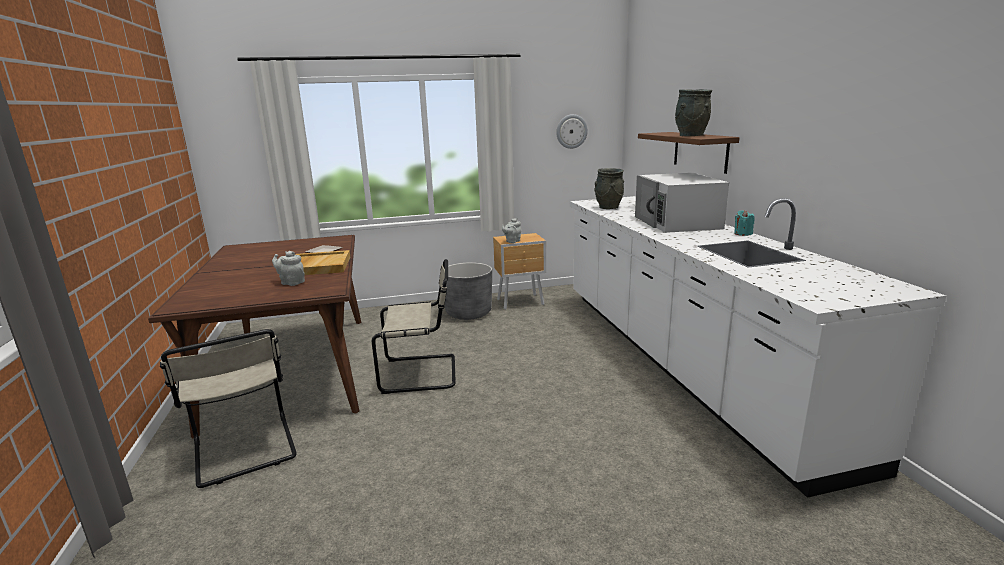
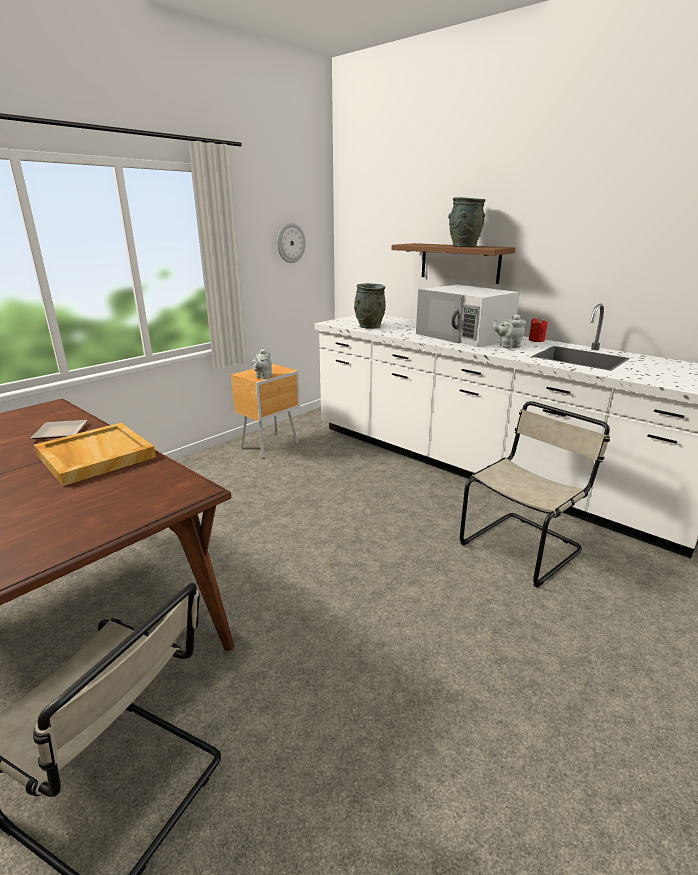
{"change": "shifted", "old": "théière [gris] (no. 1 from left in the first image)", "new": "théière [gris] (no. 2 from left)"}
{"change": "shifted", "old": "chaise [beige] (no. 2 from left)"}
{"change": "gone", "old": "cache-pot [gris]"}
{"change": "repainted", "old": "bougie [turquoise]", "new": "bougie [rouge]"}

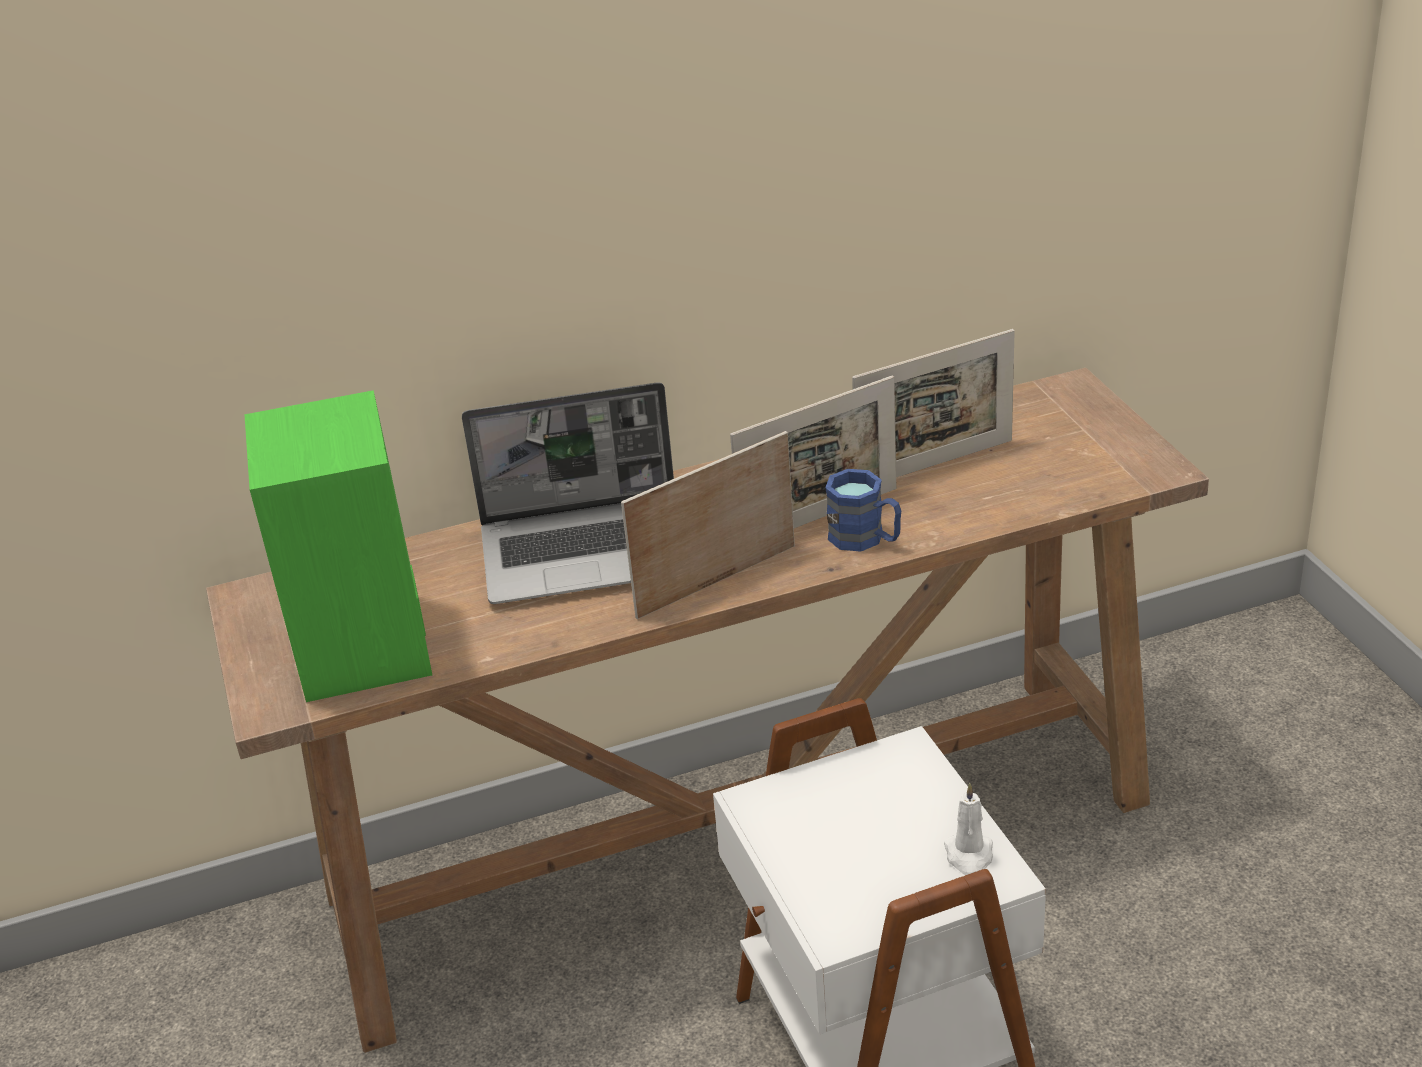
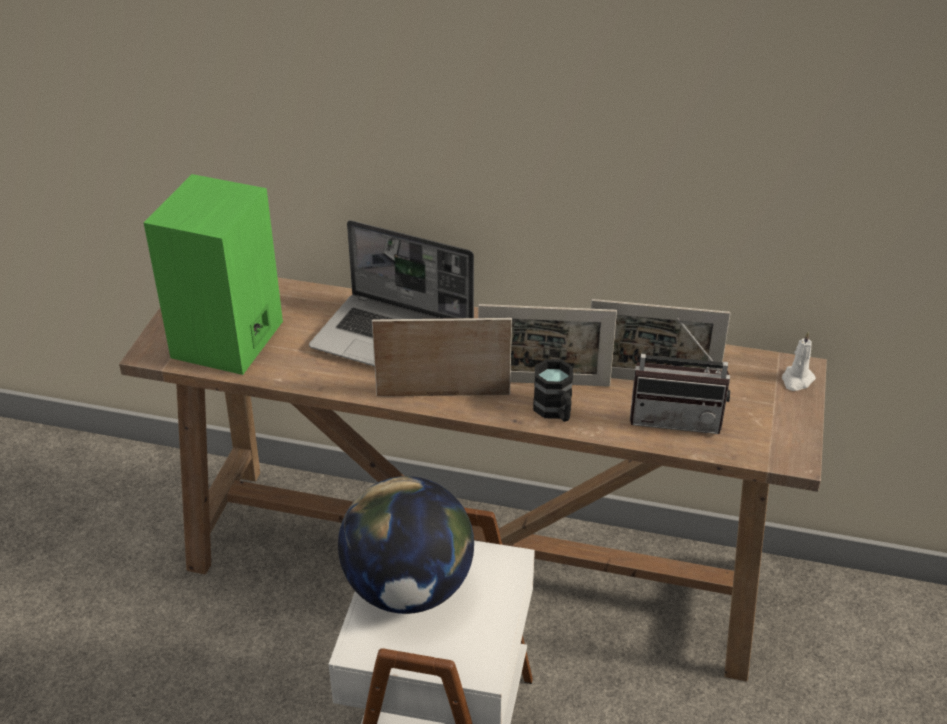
{"change": "repainted", "old": "mug [bleu]", "new": "mug [noir]"}
{"change": "shifted", "old": "bougie [blanc]"}
{"change": "new", "new": "globe"}
{"change": "new", "new": "radio"}

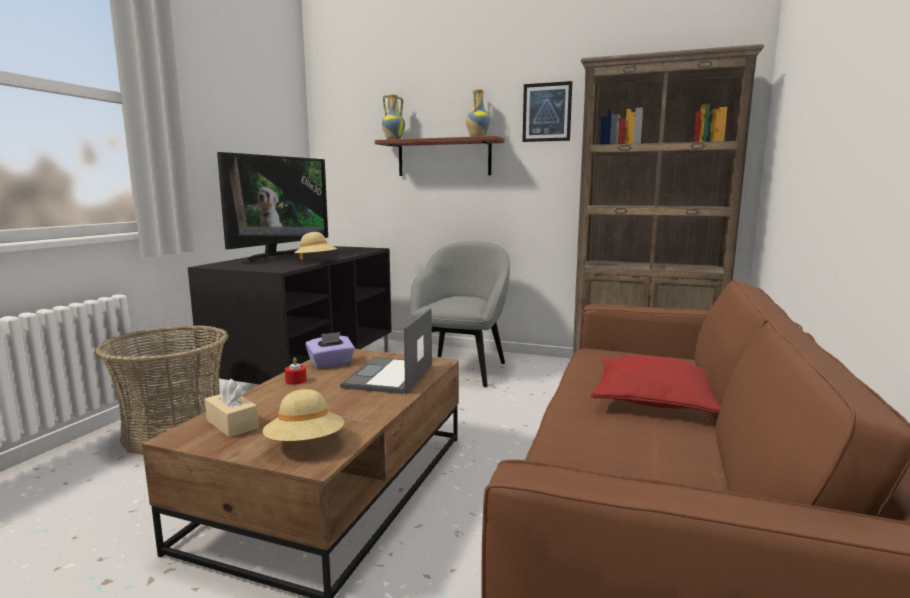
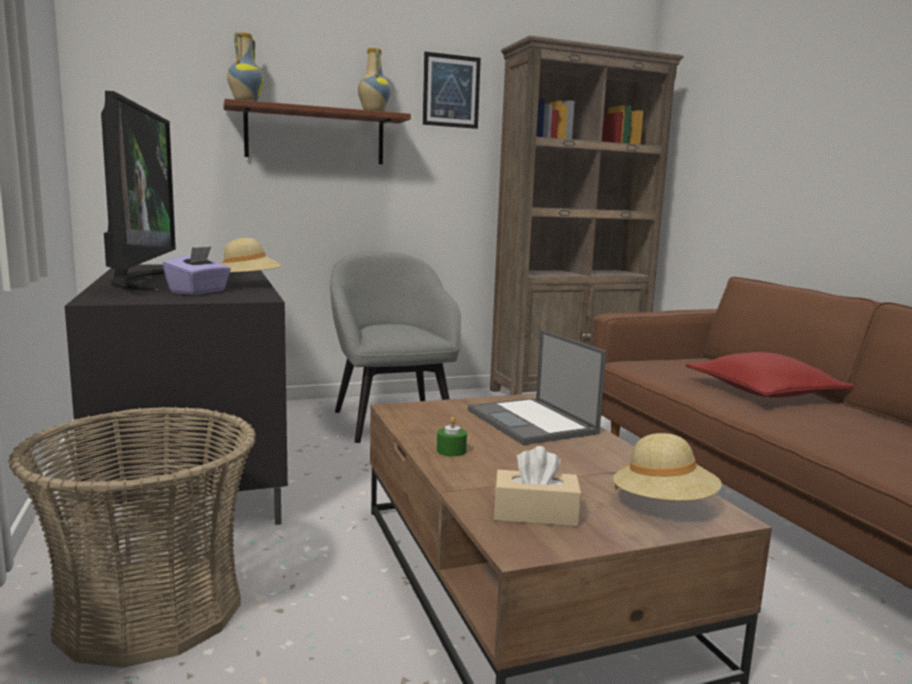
{"change": "repainted", "old": "bougie [rouge]", "new": "bougie [vert]"}
{"change": "shifted", "old": "boîte à mouchoirs [violet]"}

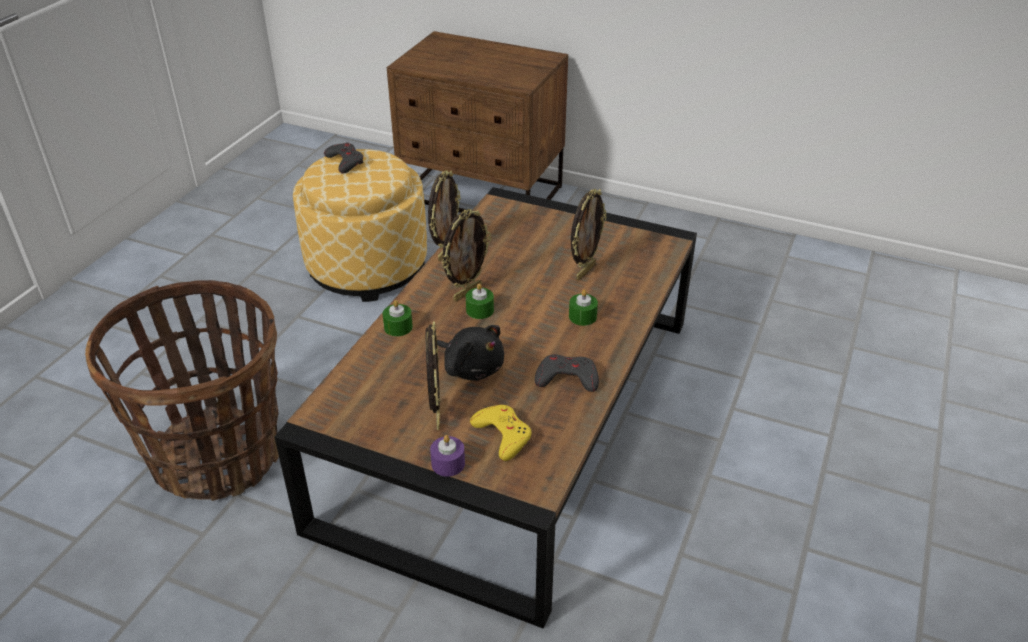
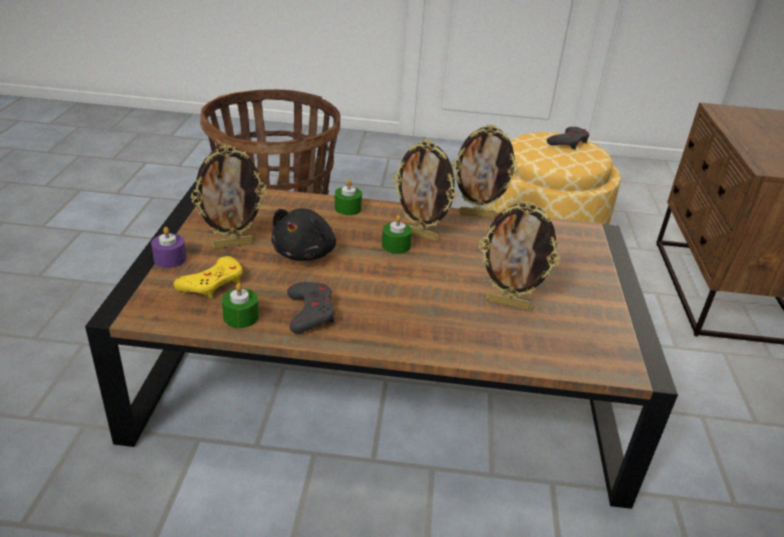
{"change": "shifted", "old": "bougie [vert] (no. 3 from left in the first image)", "new": "bougie [vert] (no. 1 from left)"}

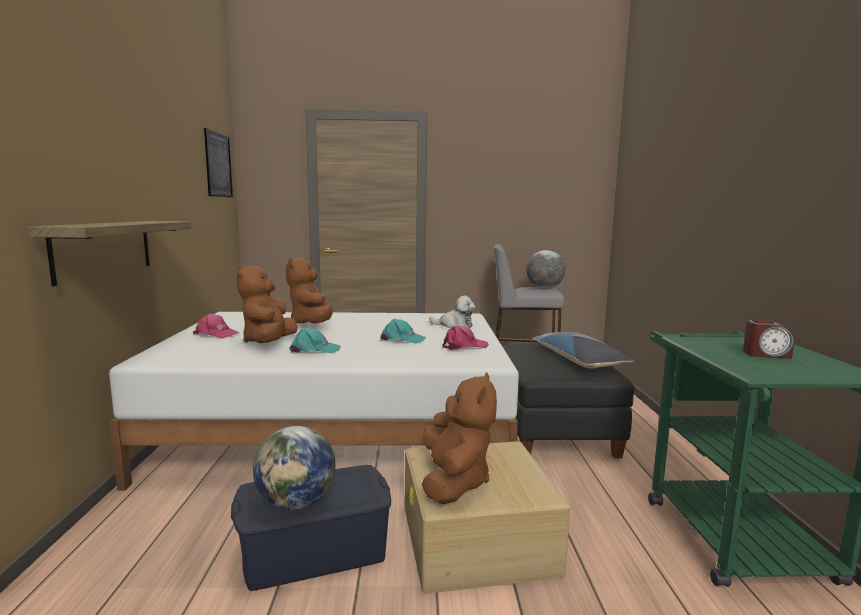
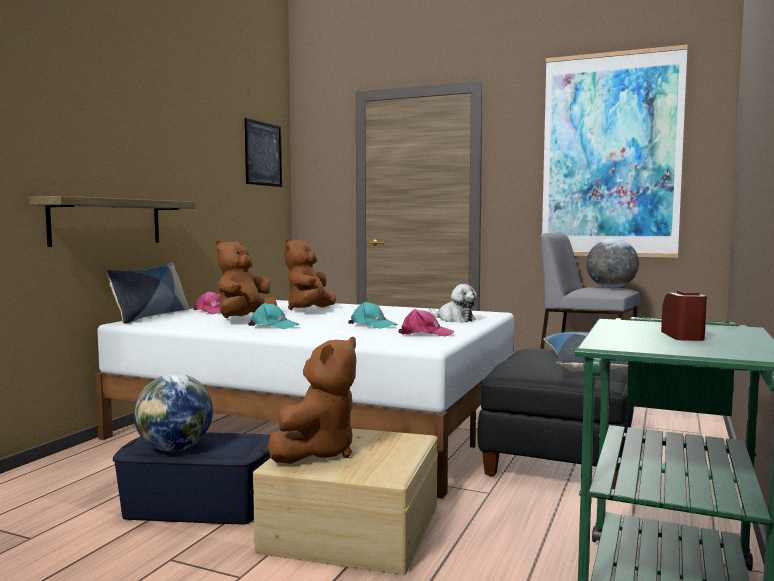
{"change": "rotated", "old": "réveil", "degrees": -120}
{"change": "new", "new": "coussin (no. 1 from left)"}
{"change": "new", "new": "tableau (no. 2 from left)"}

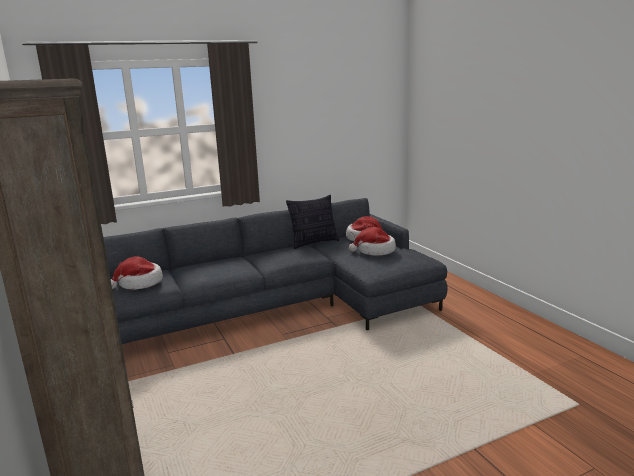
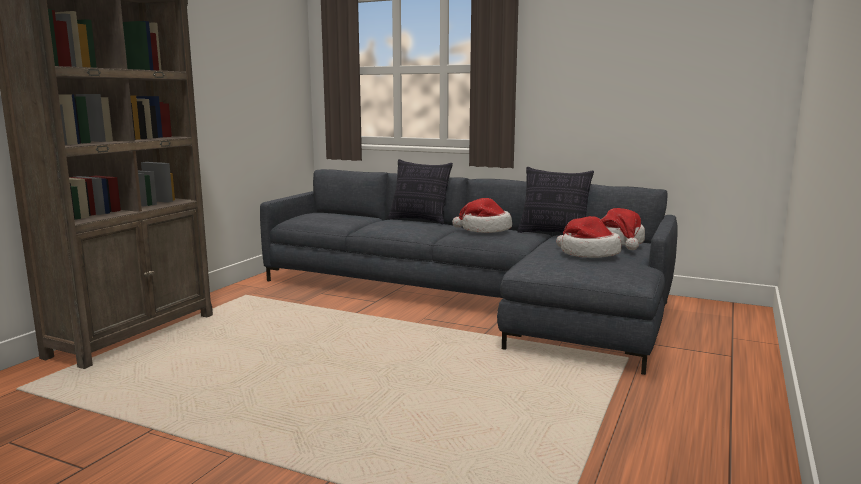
{"change": "shifted", "old": "chapeau (no. 1 from left)"}
{"change": "new", "new": "coussin (no. 1 from left)"}

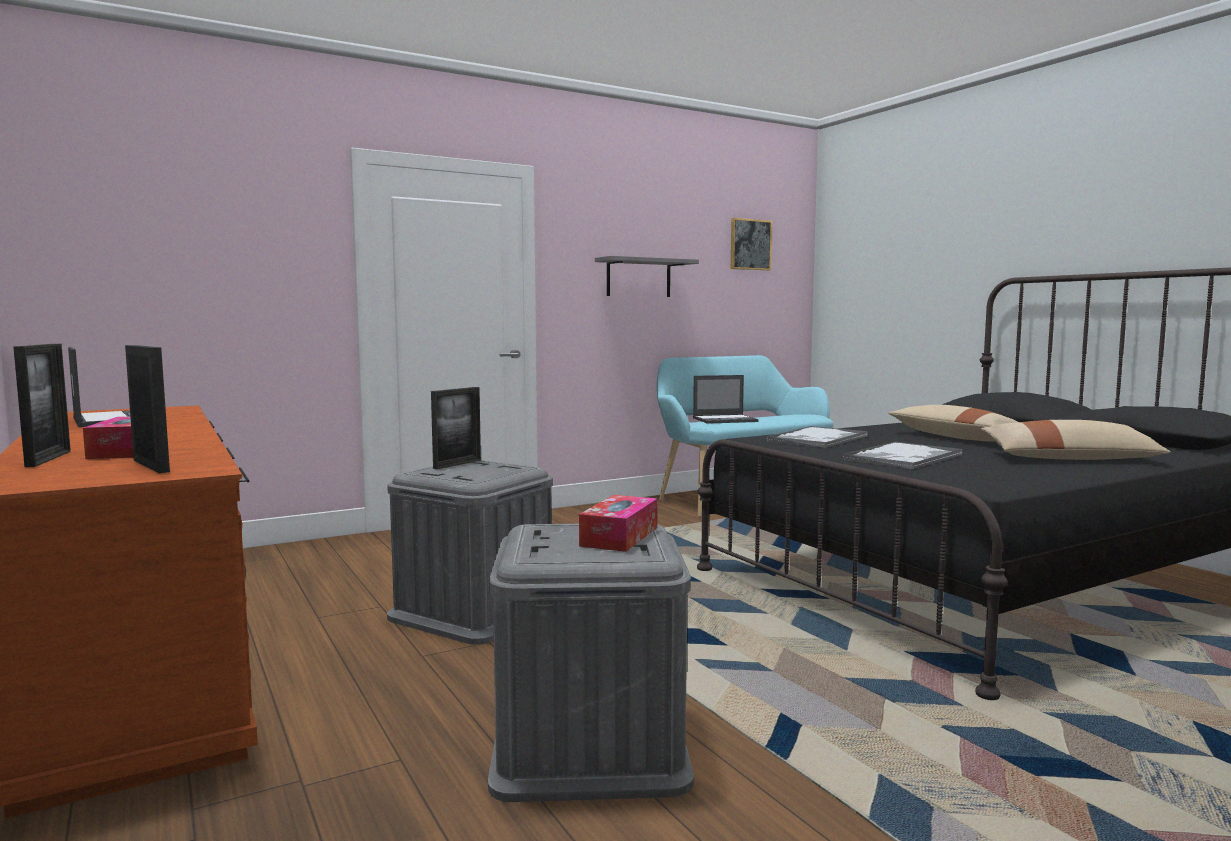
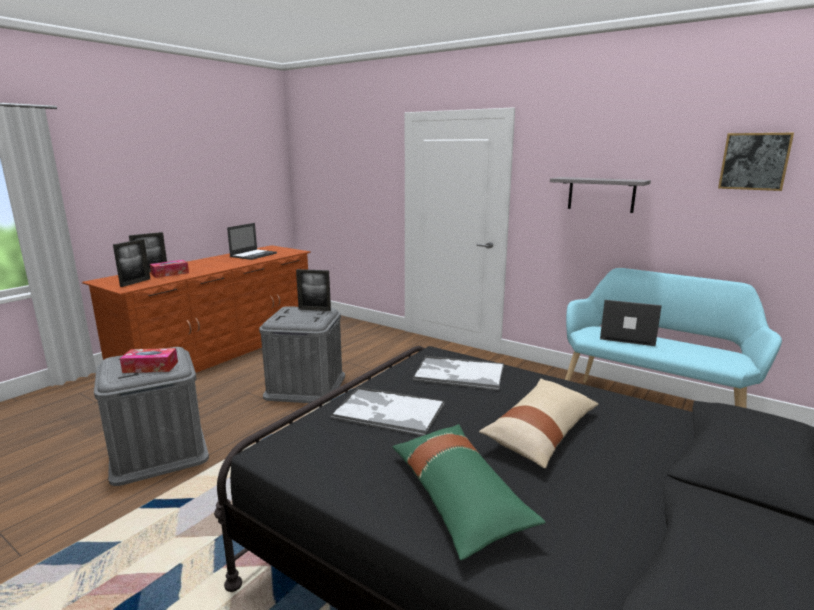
{"change": "rotated", "old": "ordinateur portable (no. 2 from left)", "degrees": 150}
{"change": "repainted", "old": "coussin [beige] (no. 2 from left)", "new": "coussin [vert]"}

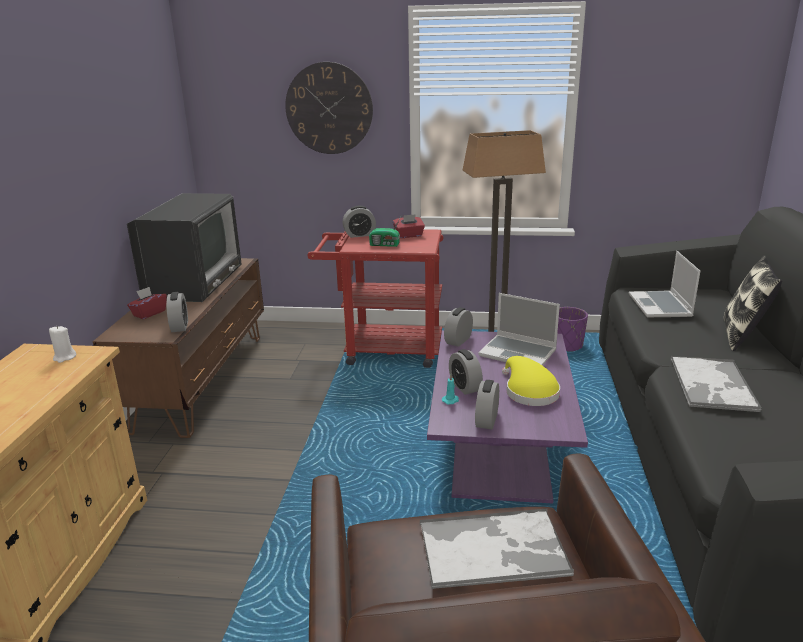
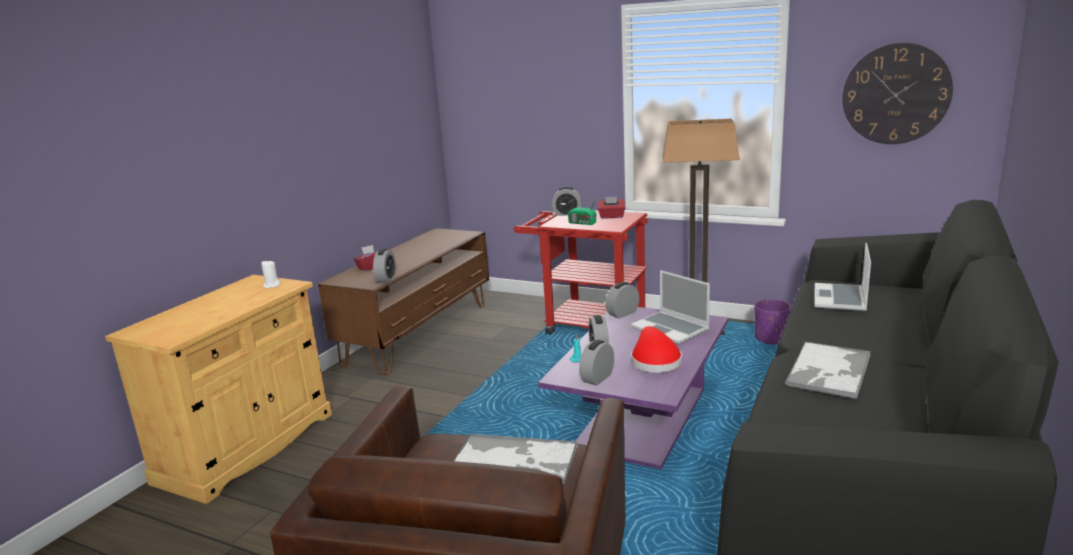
{"change": "gone", "old": "téléviseur"}
{"change": "shifted", "old": "horloge murale"}
{"change": "repainted", "old": "chapeau [jaune]", "new": "chapeau [rouge]"}
{"change": "gone", "old": "coussin"}

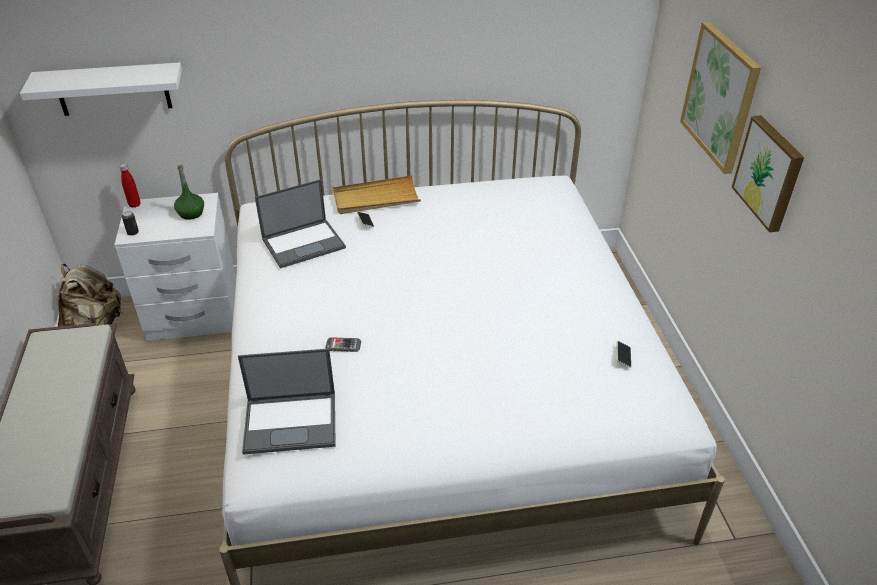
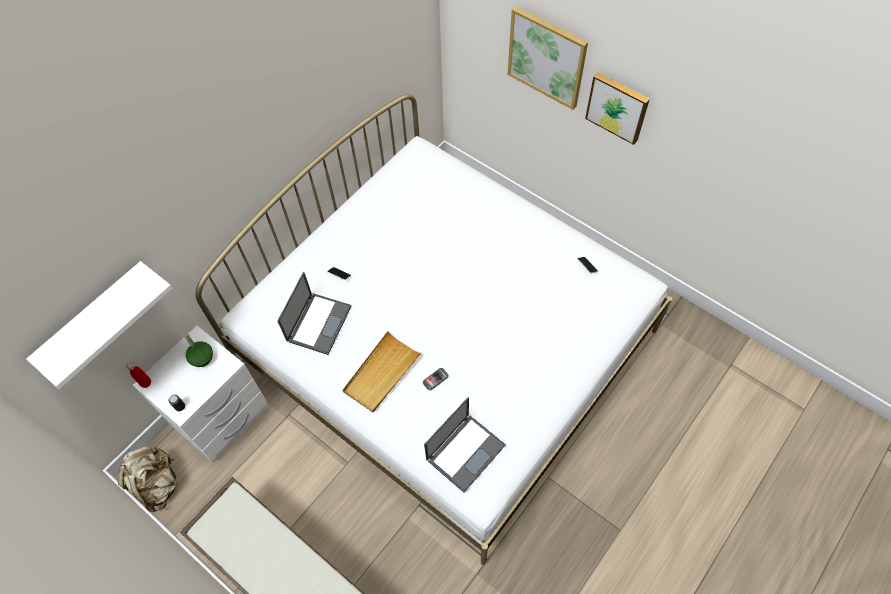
{"change": "shifted", "old": "plateau [beige]"}

